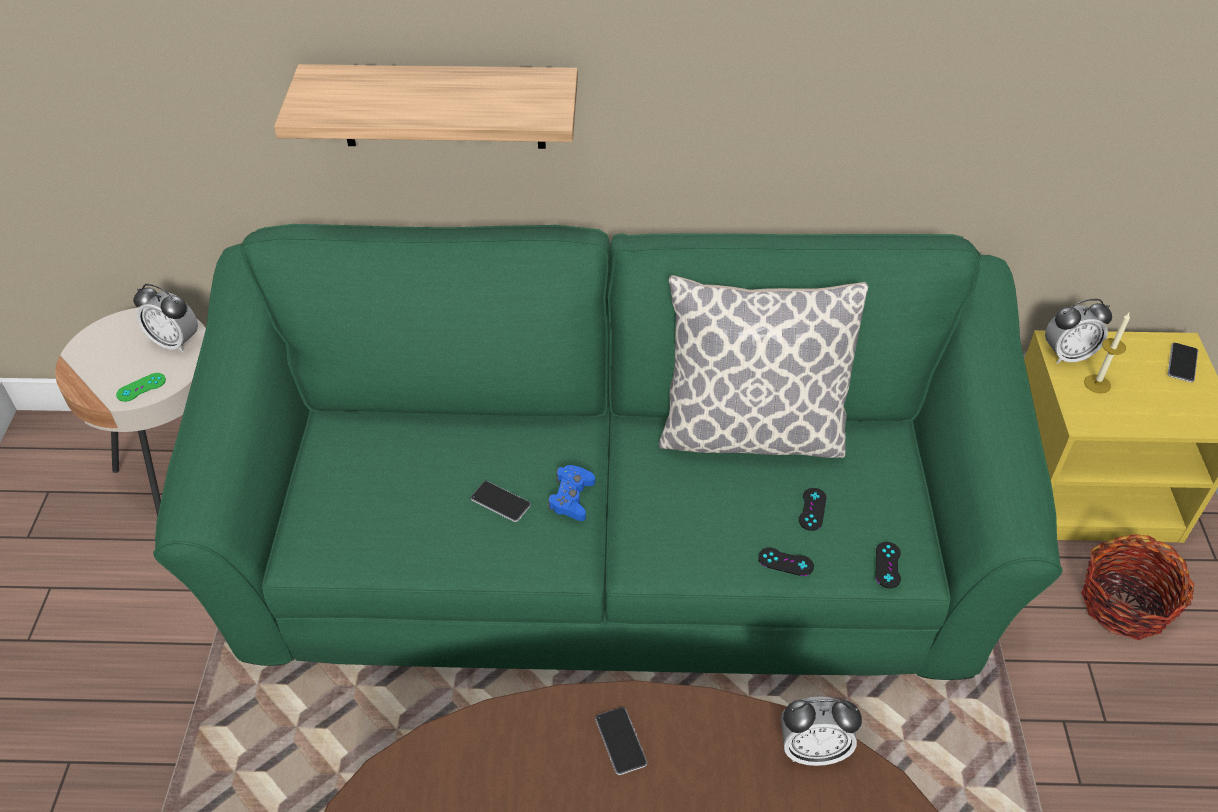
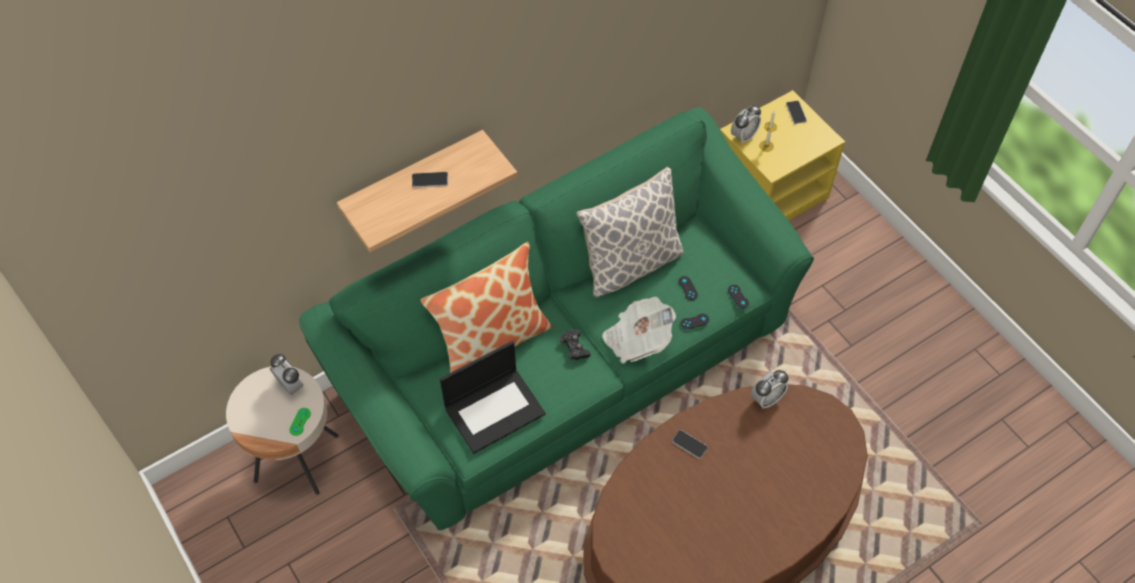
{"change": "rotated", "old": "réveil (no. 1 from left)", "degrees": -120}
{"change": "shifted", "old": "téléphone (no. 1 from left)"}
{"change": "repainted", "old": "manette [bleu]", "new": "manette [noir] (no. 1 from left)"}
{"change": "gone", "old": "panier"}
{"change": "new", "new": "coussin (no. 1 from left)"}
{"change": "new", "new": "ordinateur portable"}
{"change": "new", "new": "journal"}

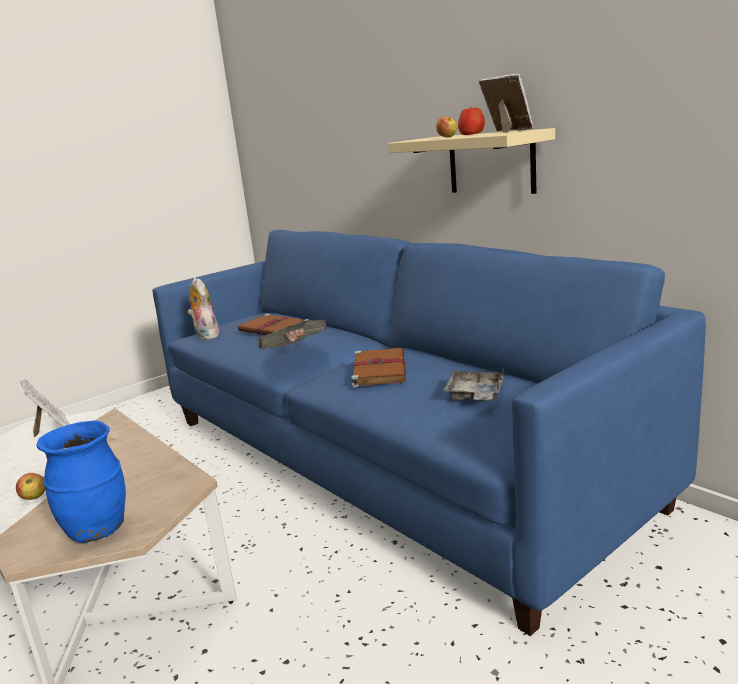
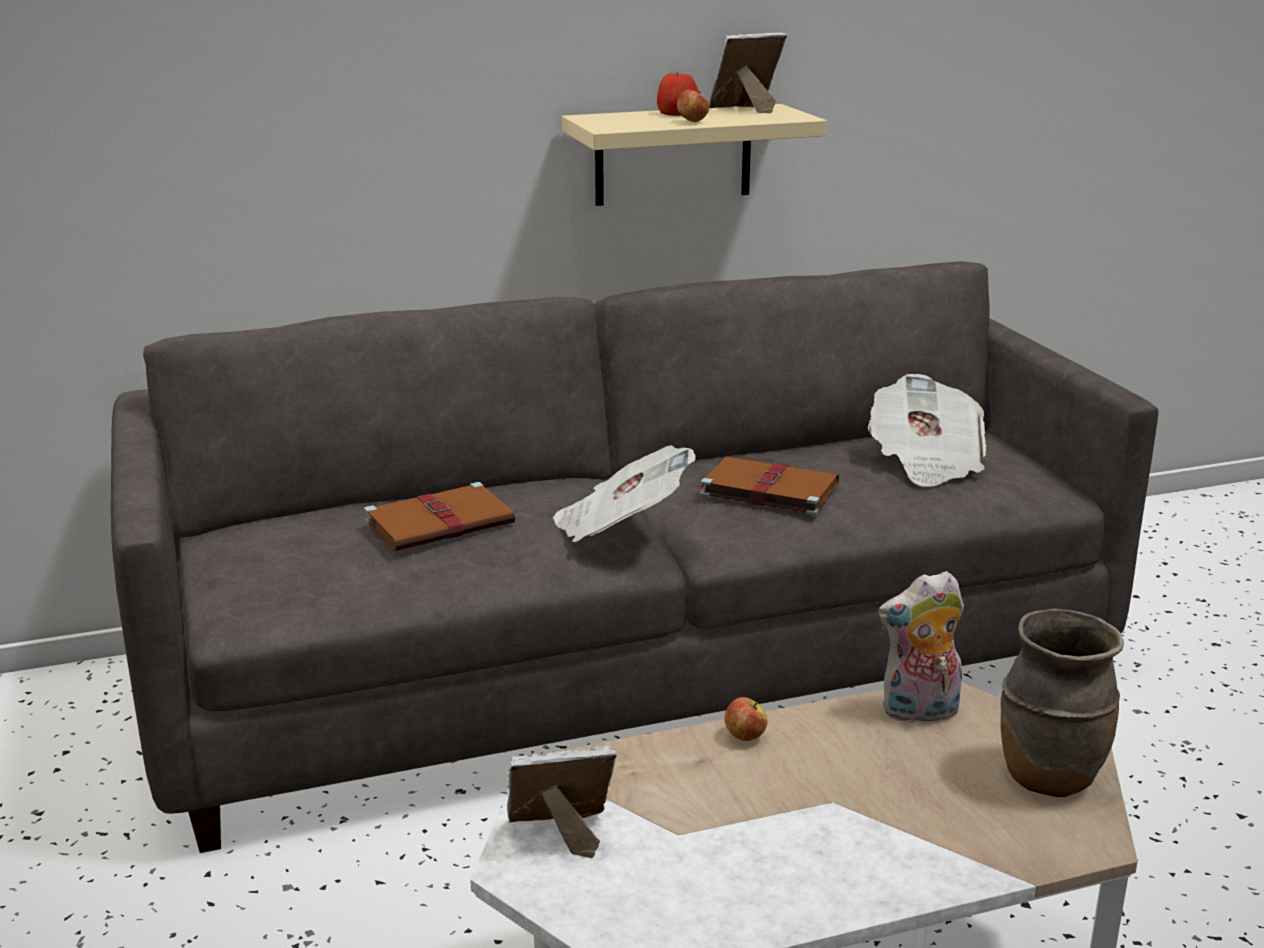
{"change": "shifted", "old": "pomme (no. 1 from left in the first image)", "new": "pomme (no. 3 from left)"}
{"change": "repainted", "old": "vase [bleu]", "new": "vase [marron]"}
{"change": "repainted", "old": "canapé [bleu]", "new": "canapé [gris]"}
{"change": "shifted", "old": "peluche"}
{"change": "swapped", "old": "plateau [gris]", "new": "journal (no. 2 from left)"}

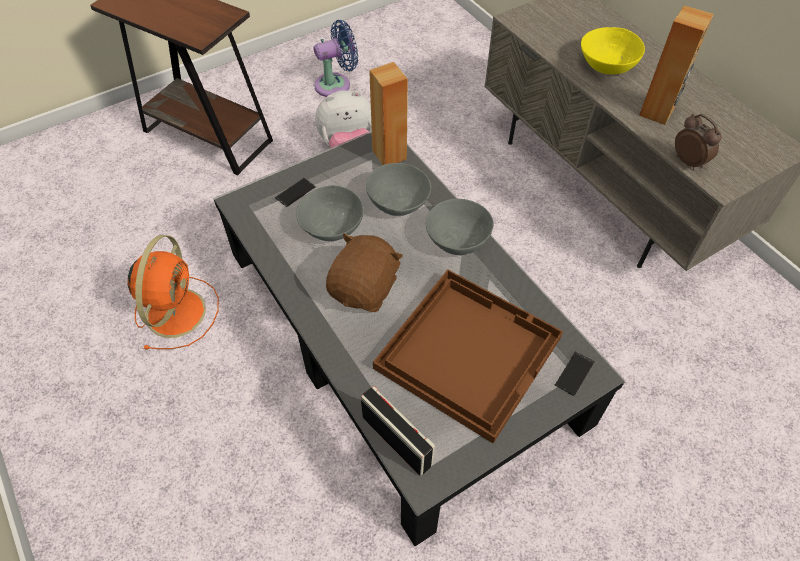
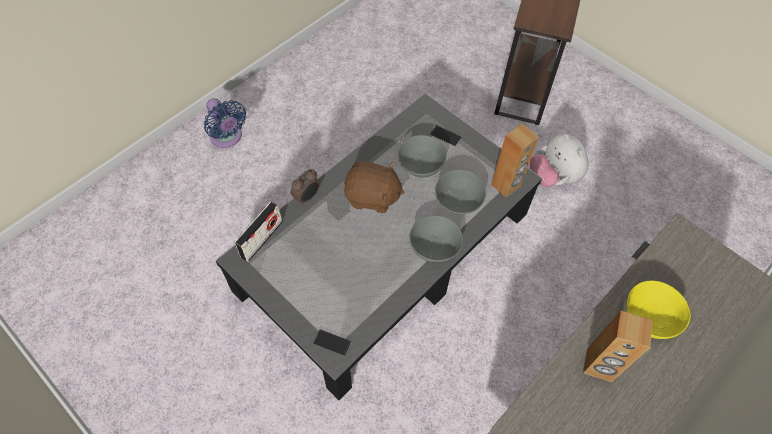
{"change": "gone", "old": "ventilateur [orange]"}
{"change": "shifted", "old": "ventilateur [bleu]"}
{"change": "gone", "old": "plateau [marron]"}
{"change": "shifted", "old": "réveil"}

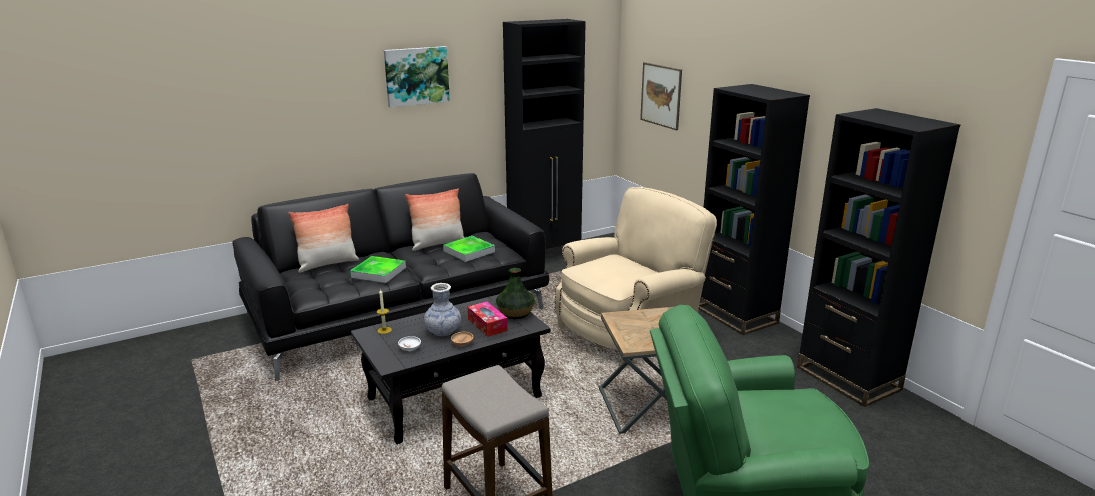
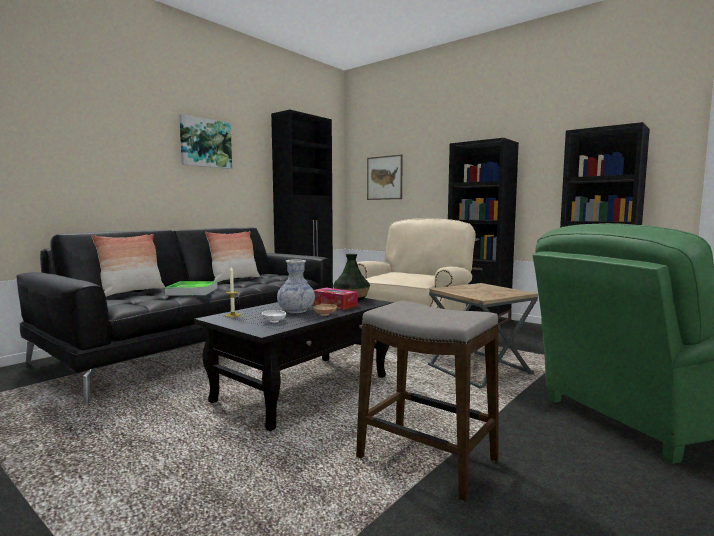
{"change": "gone", "old": "plateau (no. 2 from left)"}

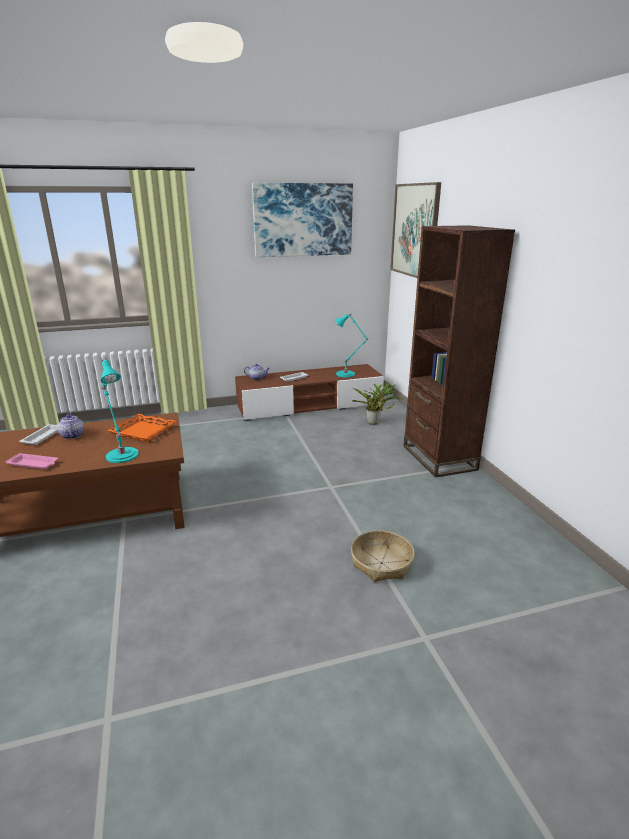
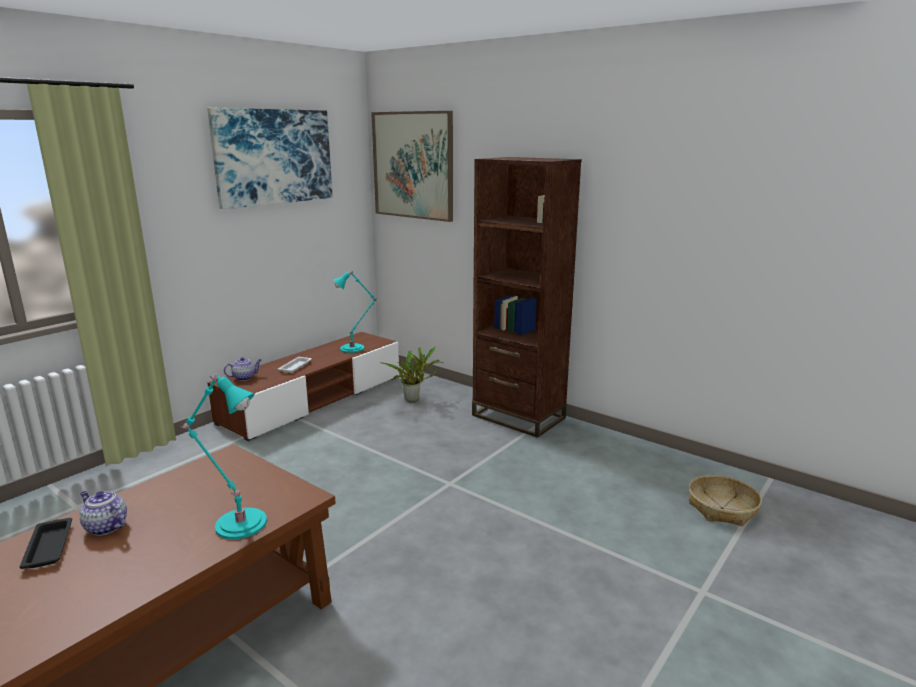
{"change": "gone", "old": "plateau [rose]"}
{"change": "repainted", "old": "plateau [blanc] (no. 1 from left)", "new": "plateau [noir]"}
{"change": "gone", "old": "plateau [orange]"}
{"change": "shifted", "old": "panier"}

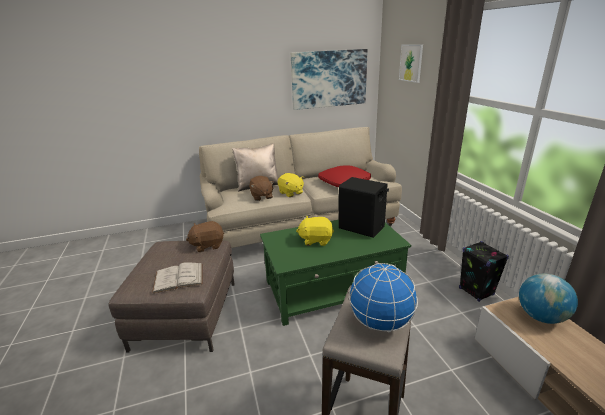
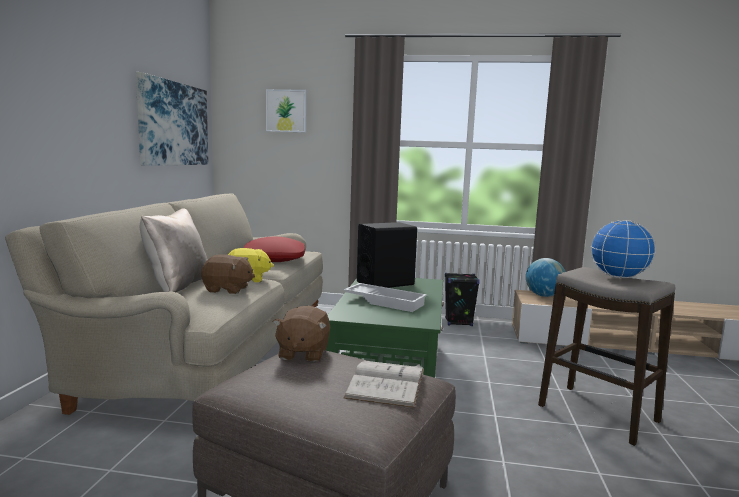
{"change": "swapped", "old": "peluche [jaune] (no. 2 from left)", "new": "plateau [blanc]"}

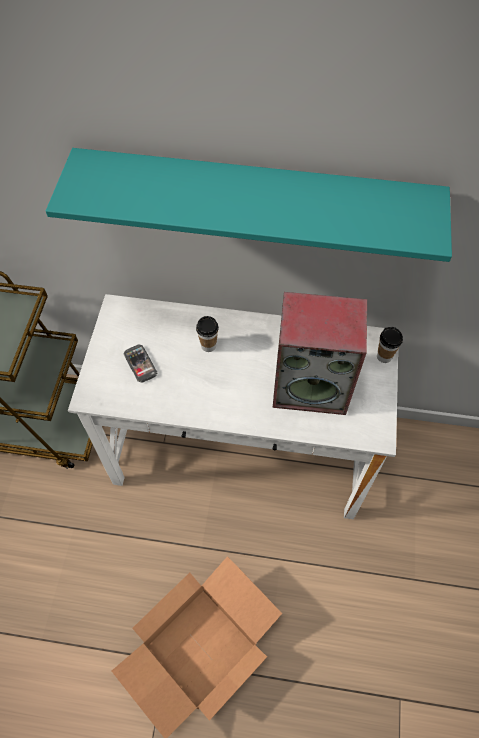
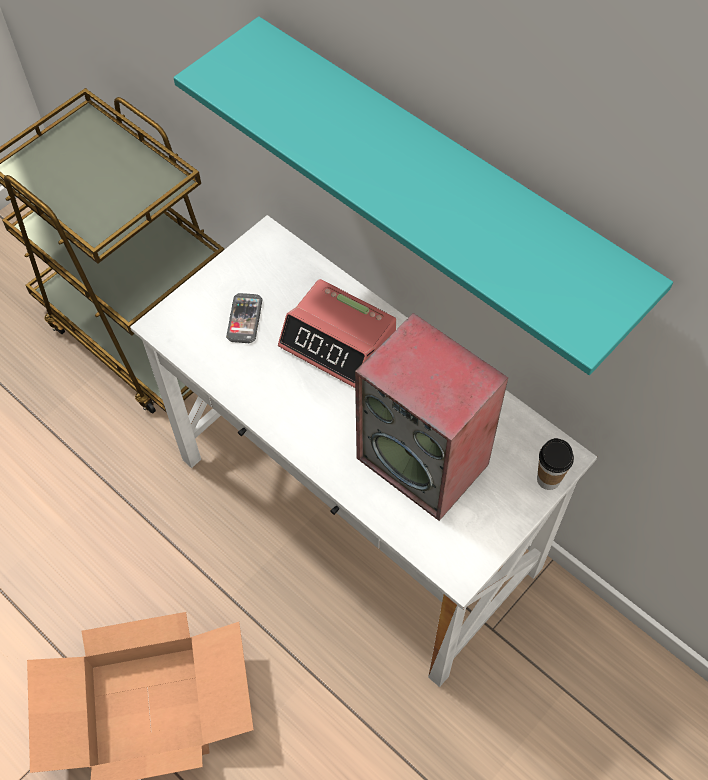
{"change": "swapped", "old": "tasse (no. 1 from left)", "new": "réveil"}

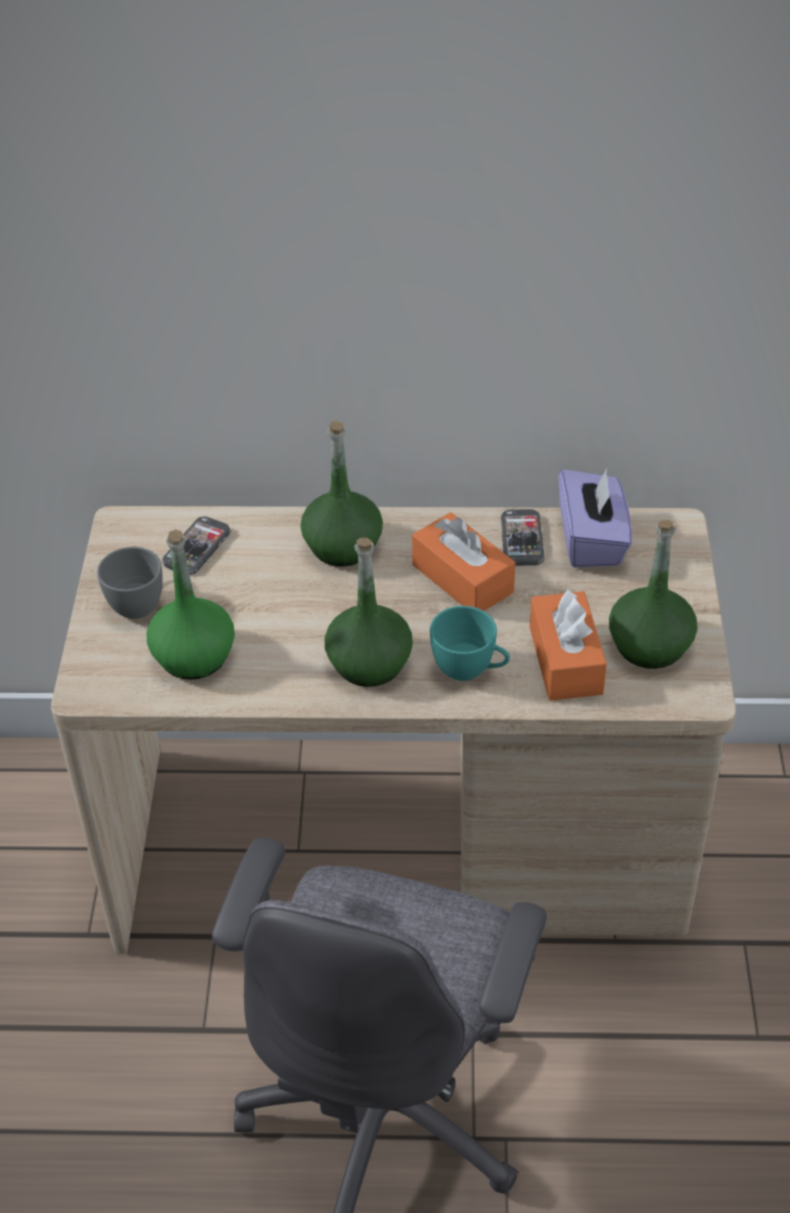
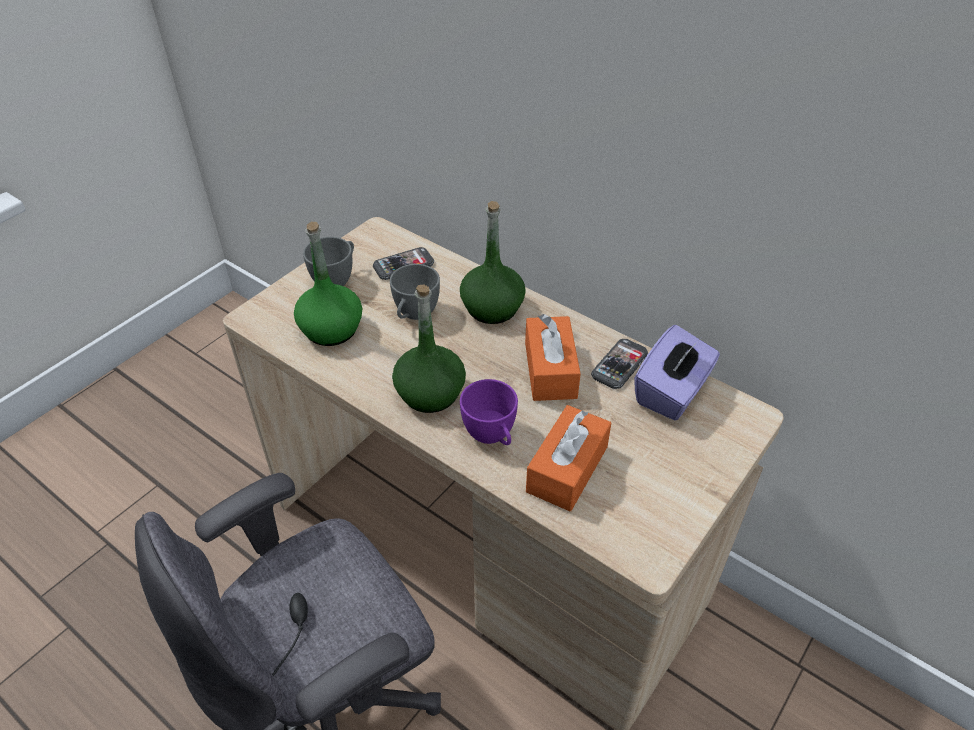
{"change": "repainted", "old": "tasse [turquoise]", "new": "tasse [violet]"}
{"change": "gone", "old": "bouteille [vert] (no. 4 from left)"}
{"change": "new", "new": "tasse [gris] (no. 2 from left)"}

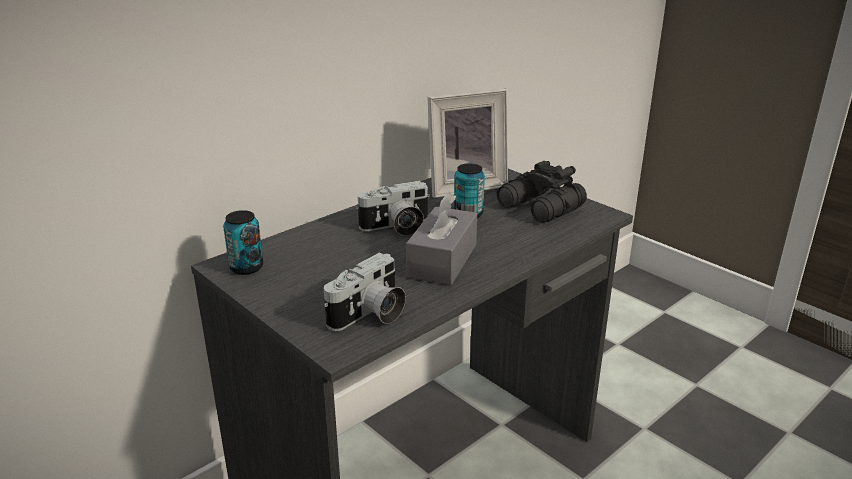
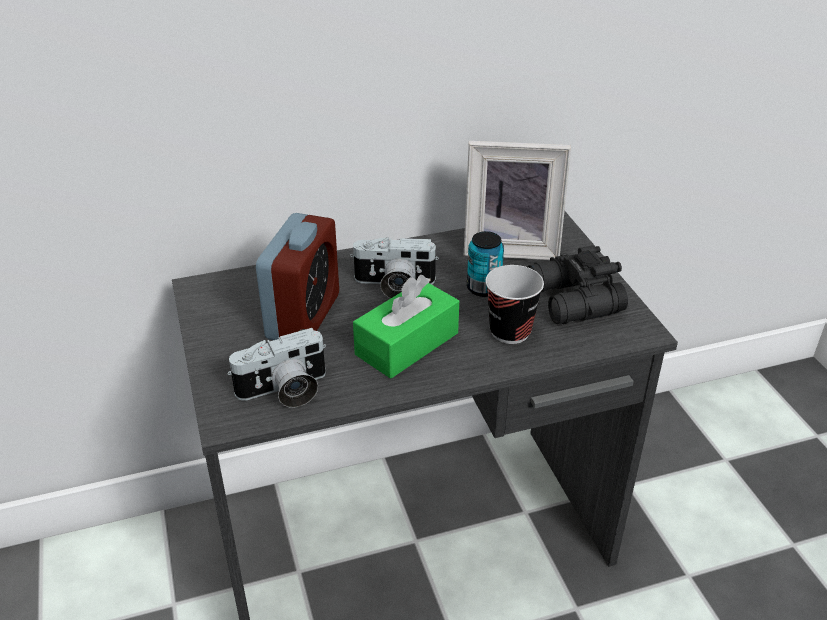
{"change": "gone", "old": "boîte métallique (no. 1 from left)"}
{"change": "repainted", "old": "boîte à mouchoirs [gris]", "new": "boîte à mouchoirs [vert]"}
{"change": "new", "new": "réveil"}
{"change": "new", "new": "tasse"}

